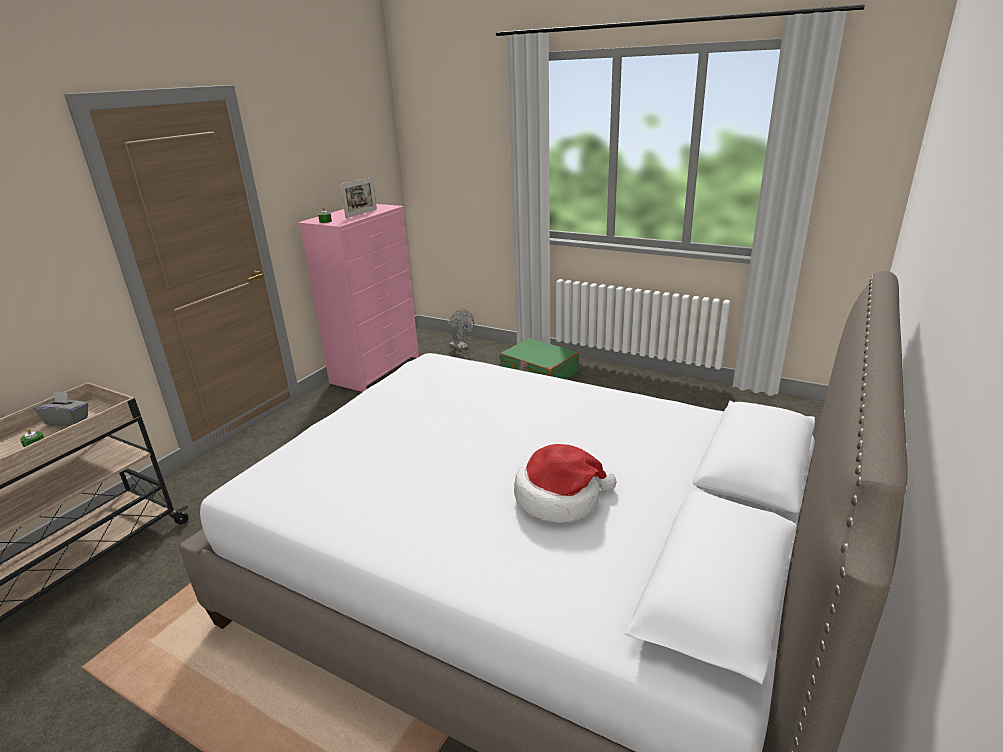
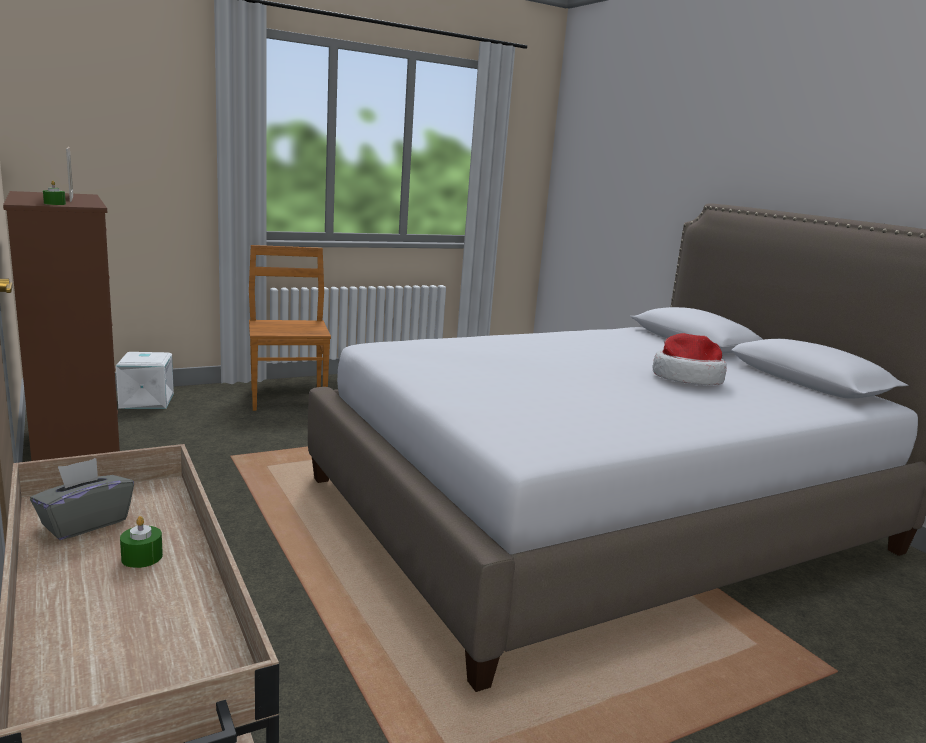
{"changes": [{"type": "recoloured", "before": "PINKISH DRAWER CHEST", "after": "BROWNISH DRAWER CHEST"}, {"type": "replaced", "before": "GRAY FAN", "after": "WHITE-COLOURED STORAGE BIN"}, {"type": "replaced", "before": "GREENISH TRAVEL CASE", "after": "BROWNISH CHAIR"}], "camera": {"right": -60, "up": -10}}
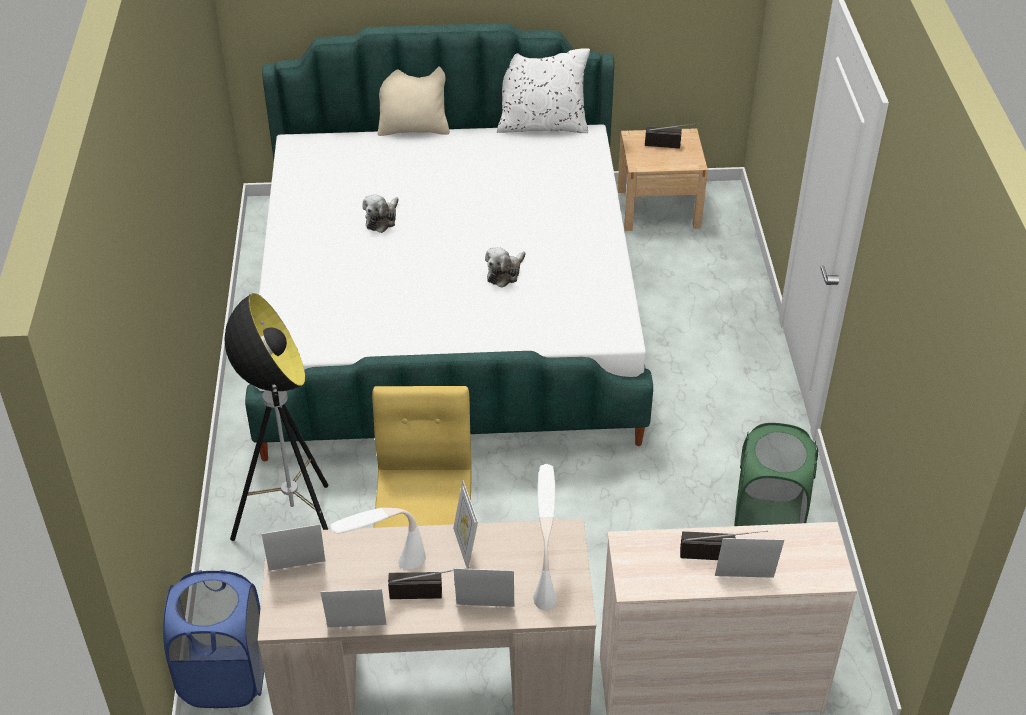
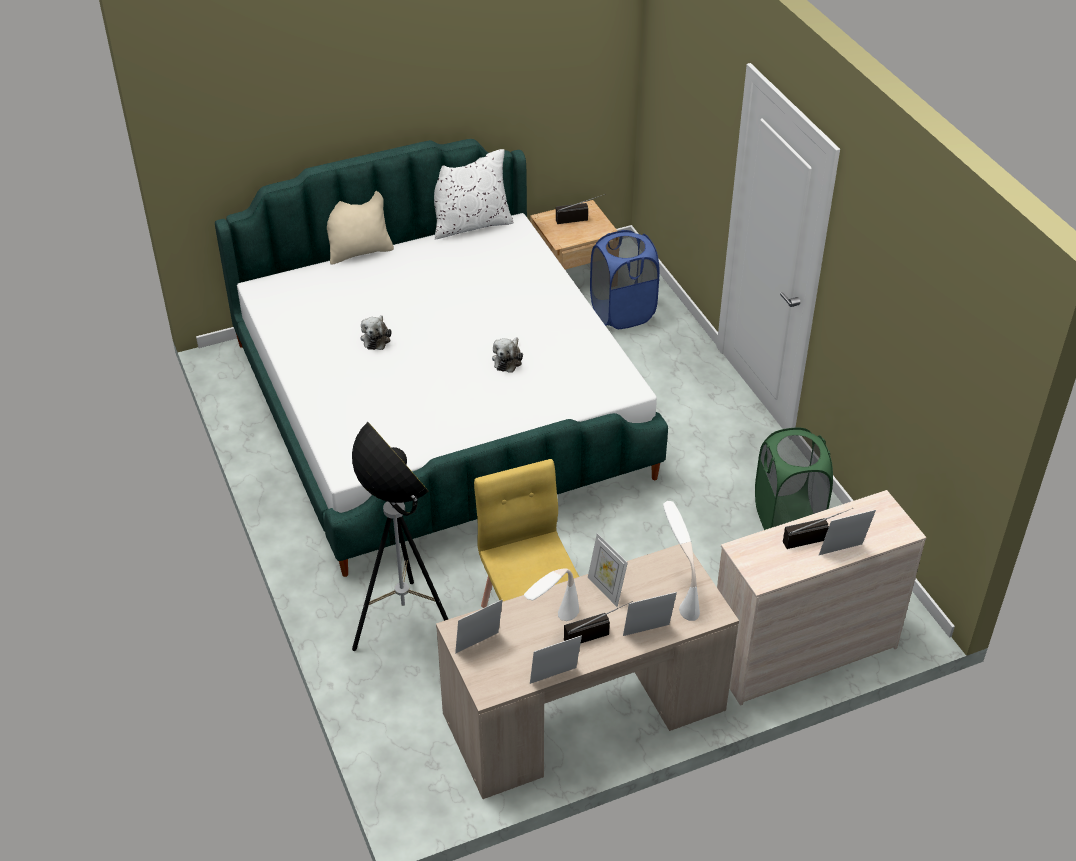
{"changes": [{"type": "moved", "before": "BLUE HAMPER"}], "camera": {"right": -20, "up": 0}}
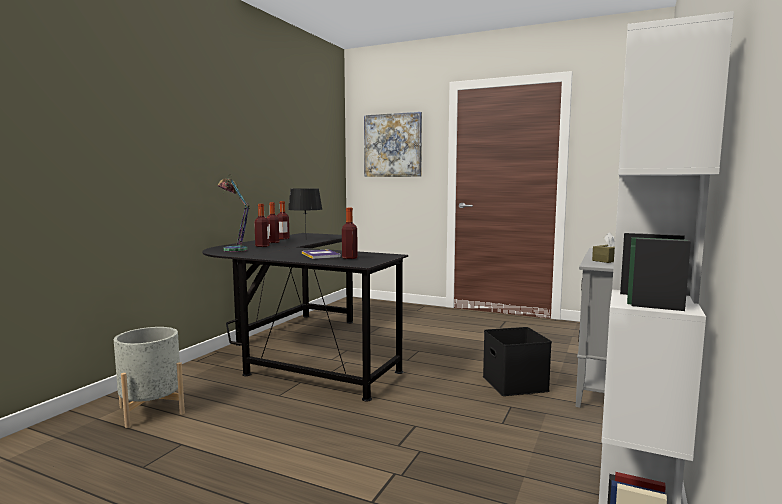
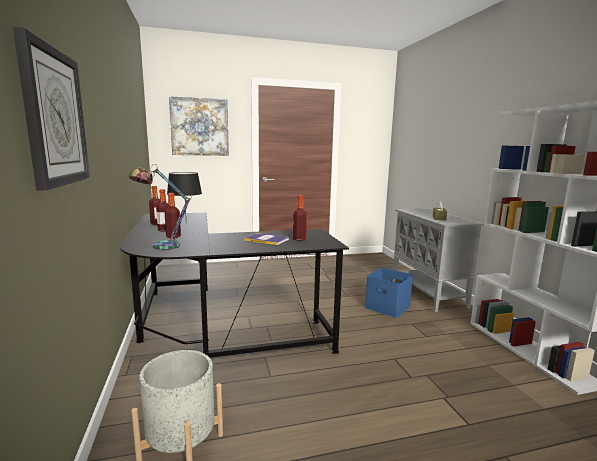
{"changes": [{"type": "recoloured", "before": "BLACK STORAGE BIN", "after": "BLUE STORAGE BIN"}, {"type": "added", "after": "CLOCK ON THE WALL"}], "camera": {"right": -40, "up": 5}}
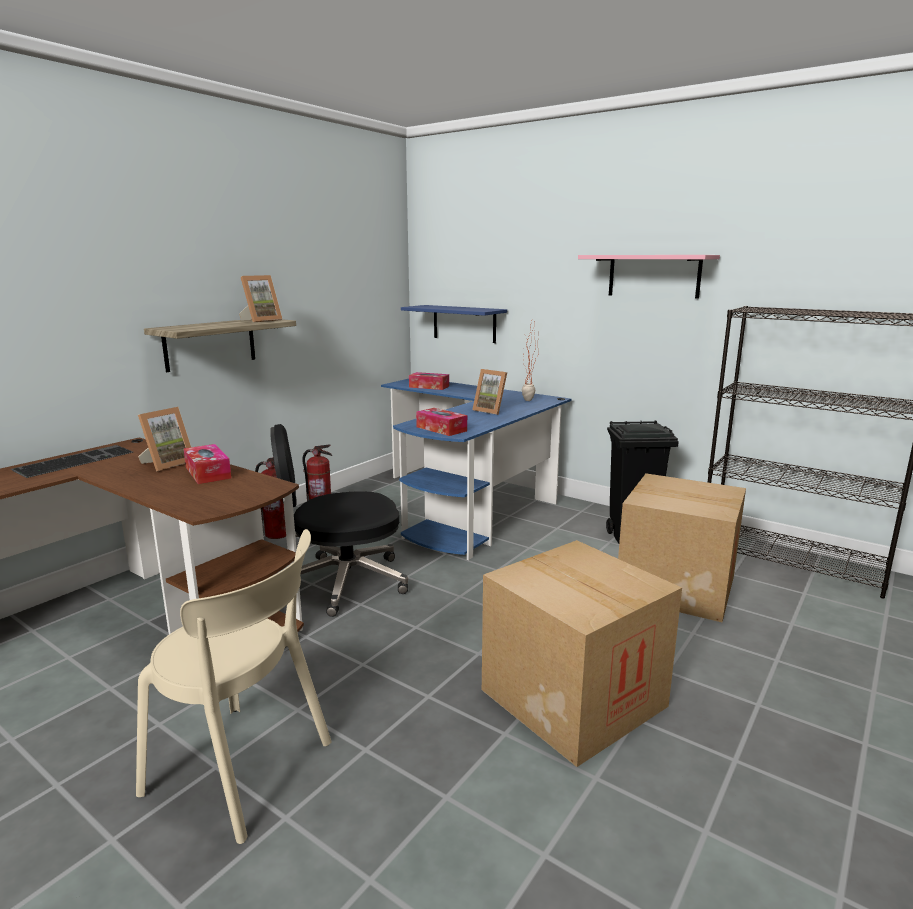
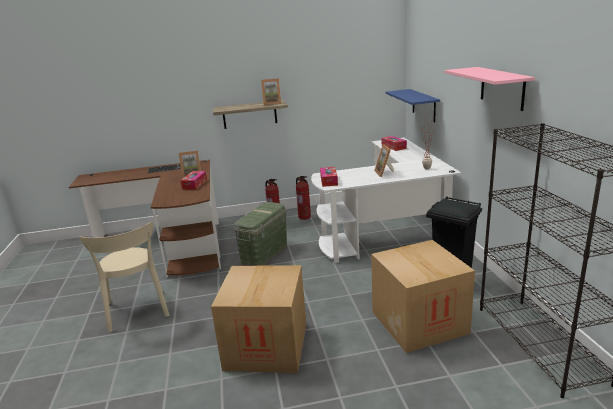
{"changes": [{"type": "recoloured", "before": "BLUE DESK UNIT", "after": "WHITE-COLOURED DESK UNIT"}, {"type": "replaced", "before": "BLACK DESK CHAIR", "after": "GREENISH STORAGE BIN"}], "camera": {"right": 45, "up": 5}}
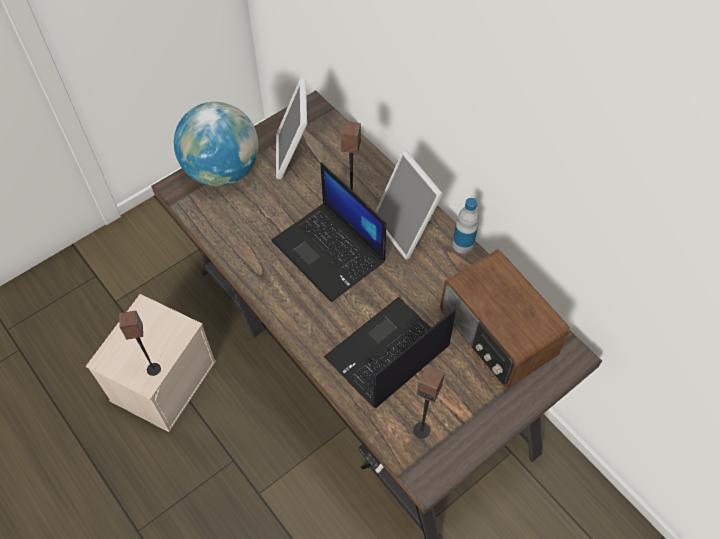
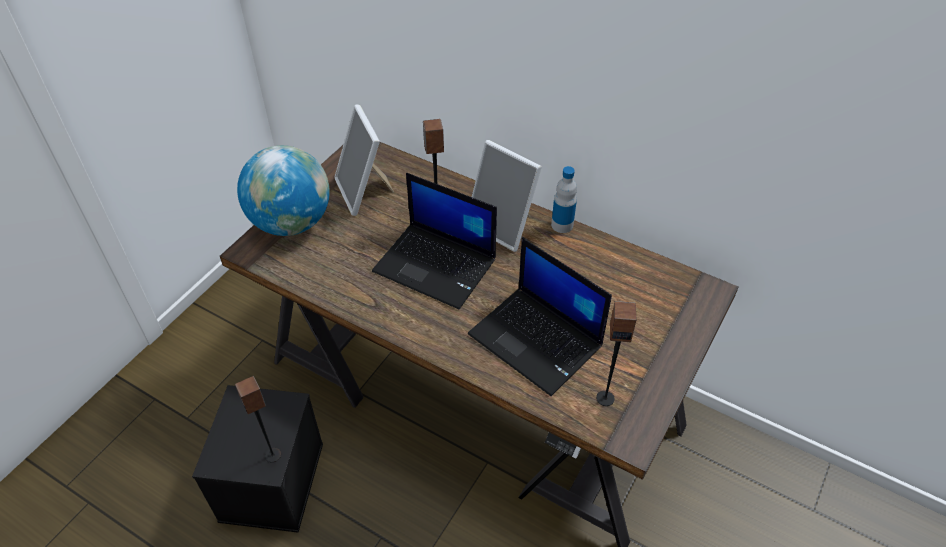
{"changes": [{"type": "removed", "before": "RADIO"}, {"type": "recoloured", "before": "SAND-COLOURED STORAGE BIN", "after": "BLACK STORAGE BIN"}, {"type": "turned", "before": "LAPTOP (2nd from left)", "turn": -75}], "camera": {"right": -20, "up": -10}}
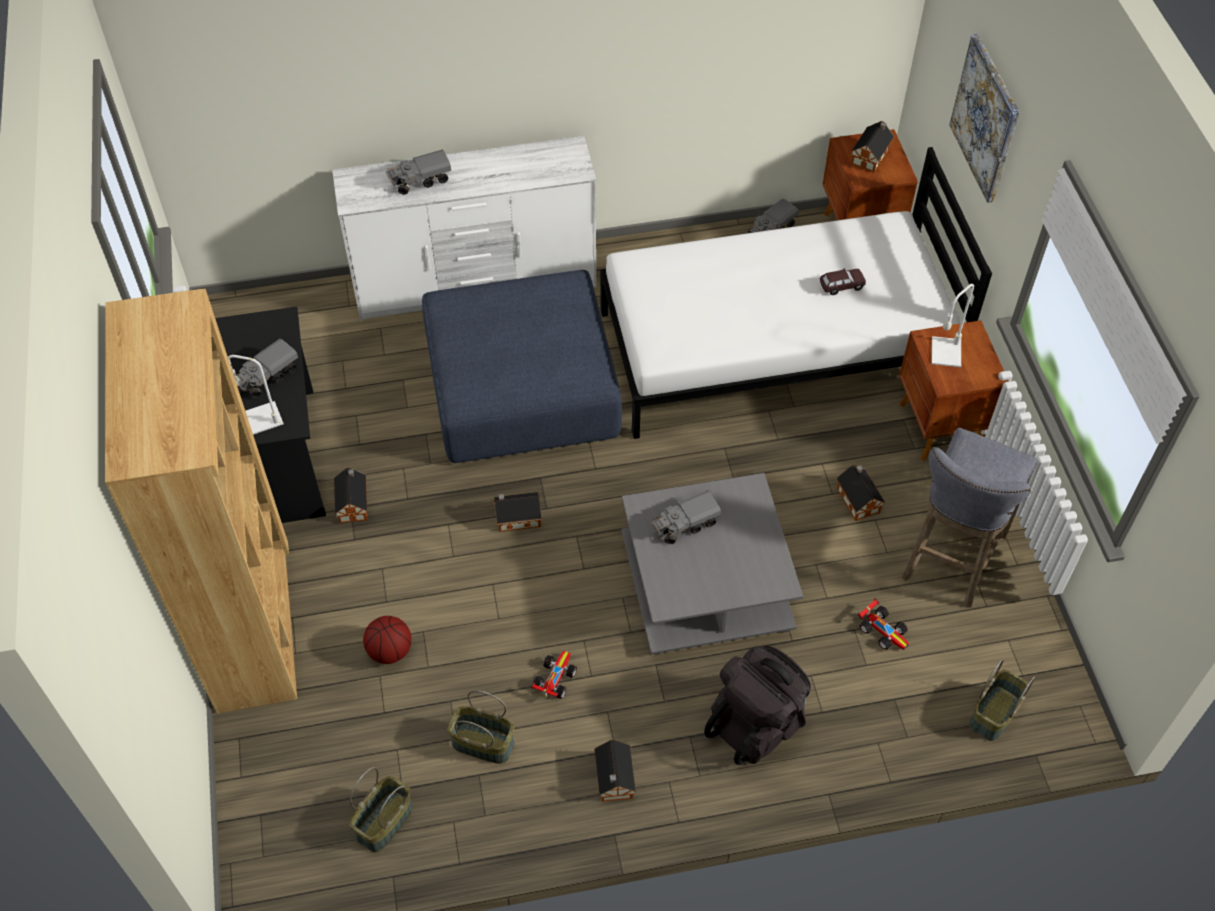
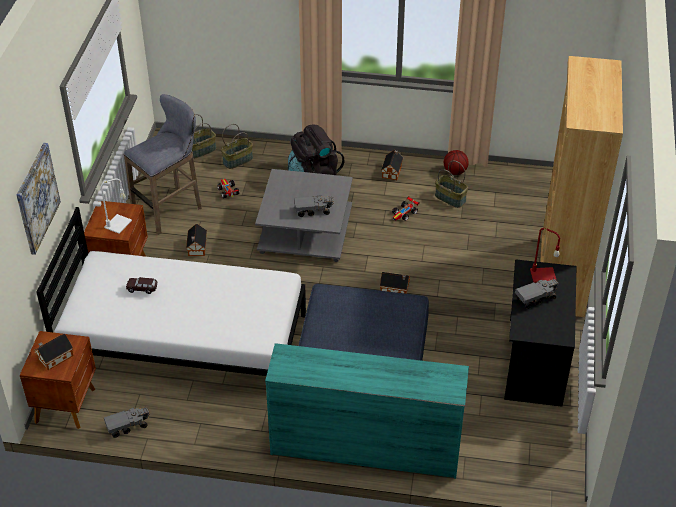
{"changes": [{"type": "recoloured", "before": "WHITE-COLOURED DRAWER CHEST", "after": "BLUE-GREEN DRAWER CHEST"}, {"type": "removed", "before": "MODEL TRUCK (2nd from left)"}, {"type": "recoloured", "before": "WHITE-COLOURED TABLE LAMP (1st from left)", "after": "RED TABLE LAMP"}, {"type": "removed", "before": "TOY HOUSE (1st from left)"}, {"type": "moved", "before": "BASKETBALL BALL"}, {"type": "moved", "before": "BASKET (1st from left in the first image)", "after": "BASKET (2nd from left)"}], "camera": {"right": -160, "up": -10}}
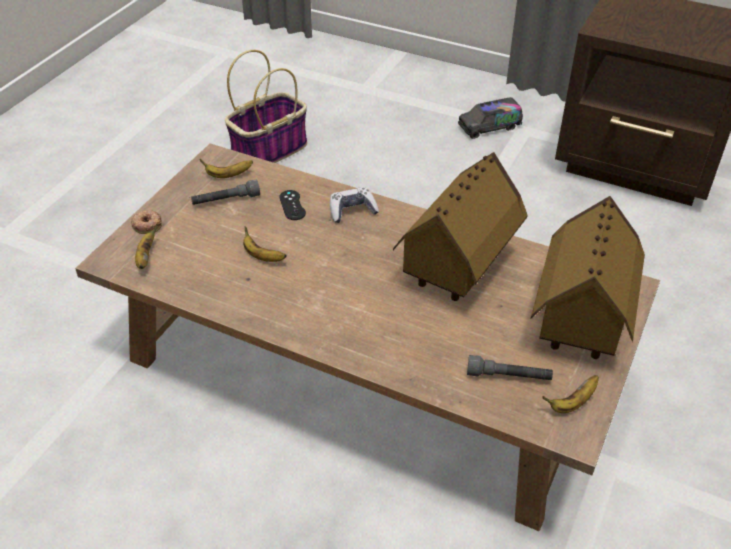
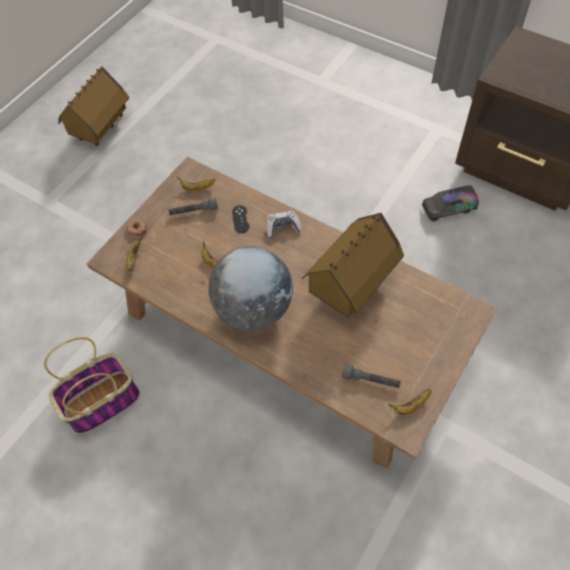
{"changes": [{"type": "moved", "before": "BASKET"}, {"type": "moved", "before": "MODEL TRUCK"}, {"type": "moved", "before": "TOY HOUSE (2nd from left in the first image)", "after": "TOY HOUSE (1st from left)"}, {"type": "added", "after": "WORLD GLOBE"}], "camera": {"right": 10, "up": 15}}
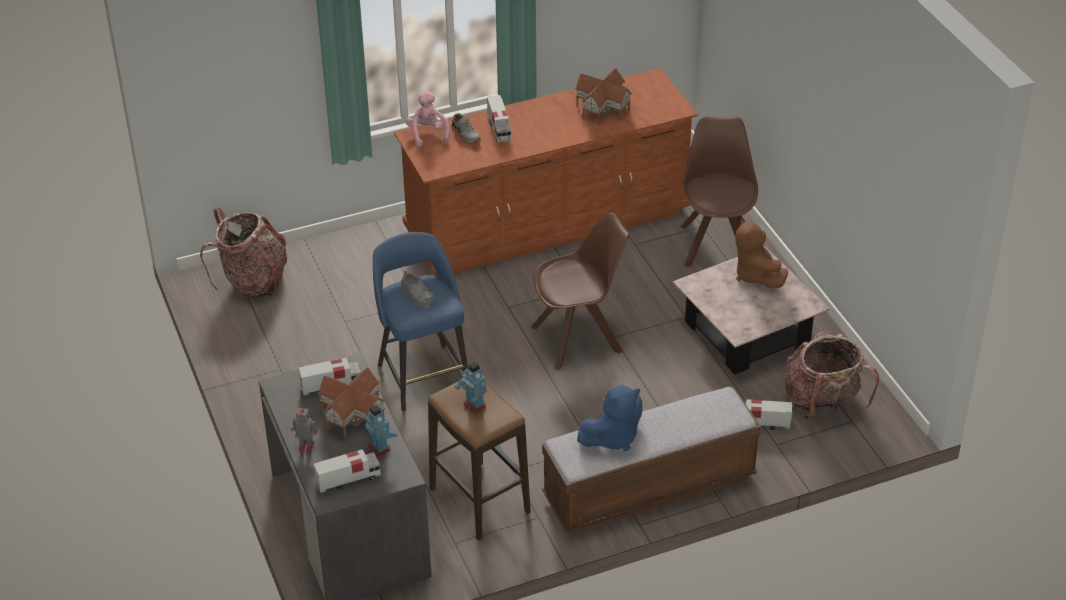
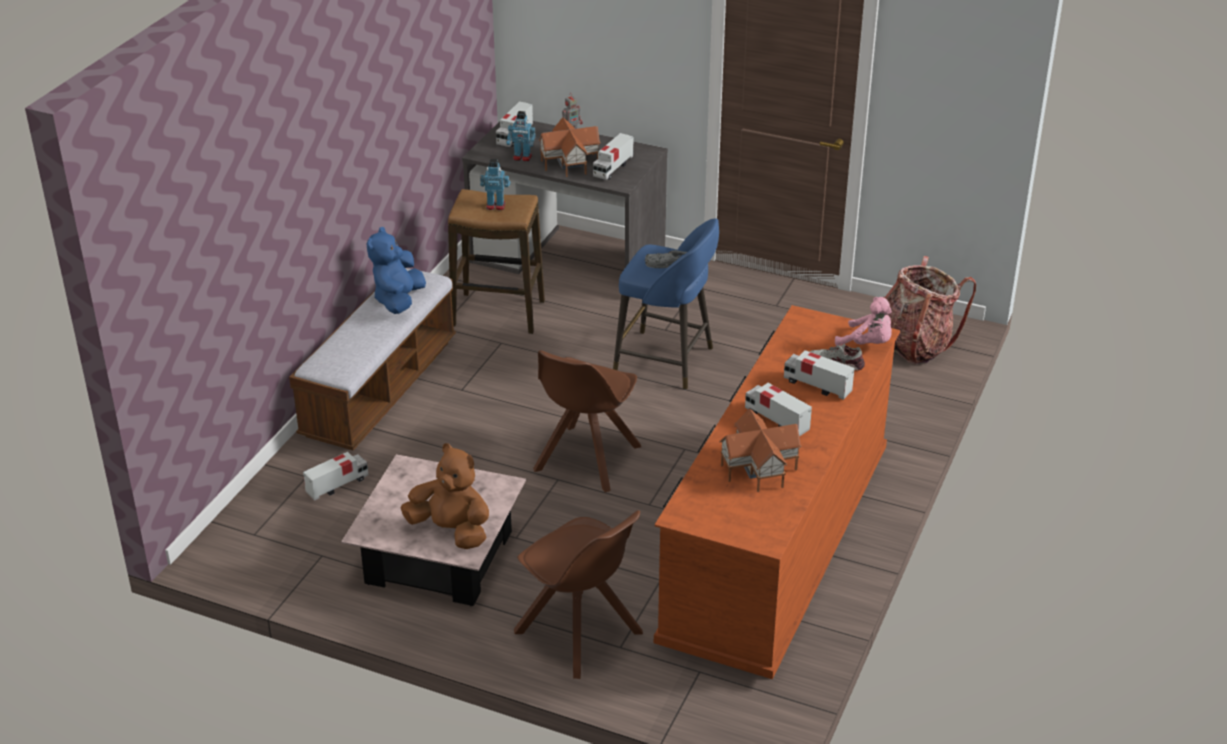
{"changes": [{"type": "removed", "before": "KNAPSACK (2nd from left)"}, {"type": "added", "after": "MODEL TRUCK (4th from left)"}], "camera": {"right": 135, "up": -5}}
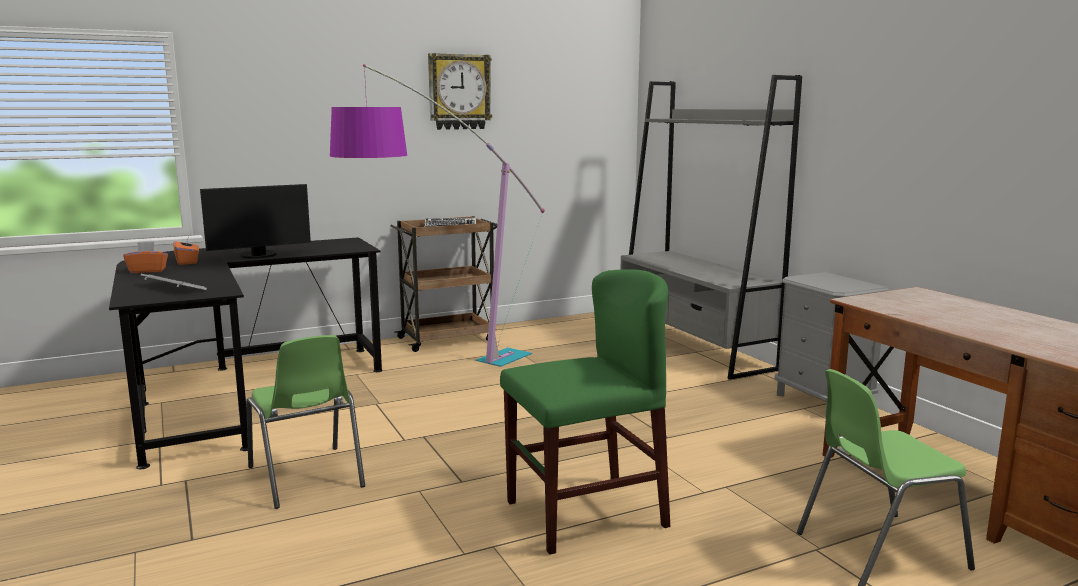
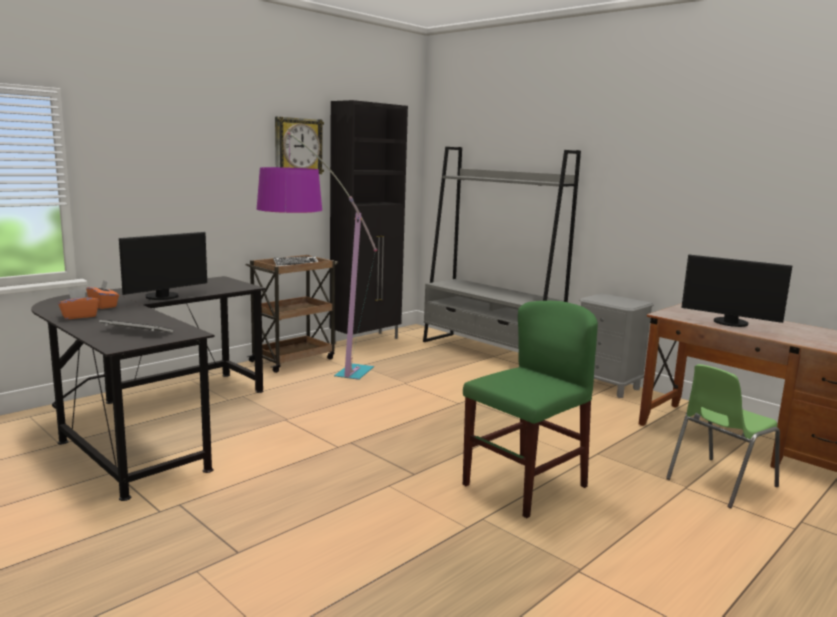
{"changes": [{"type": "removed", "before": "GREENISH CHAIR (1st from left)"}, {"type": "added", "after": "BLACK STORAGE CABINET"}, {"type": "added", "after": "COMPUTER SCREEN (2nd from left)"}], "camera": {"right": -20, "up": 0}}
